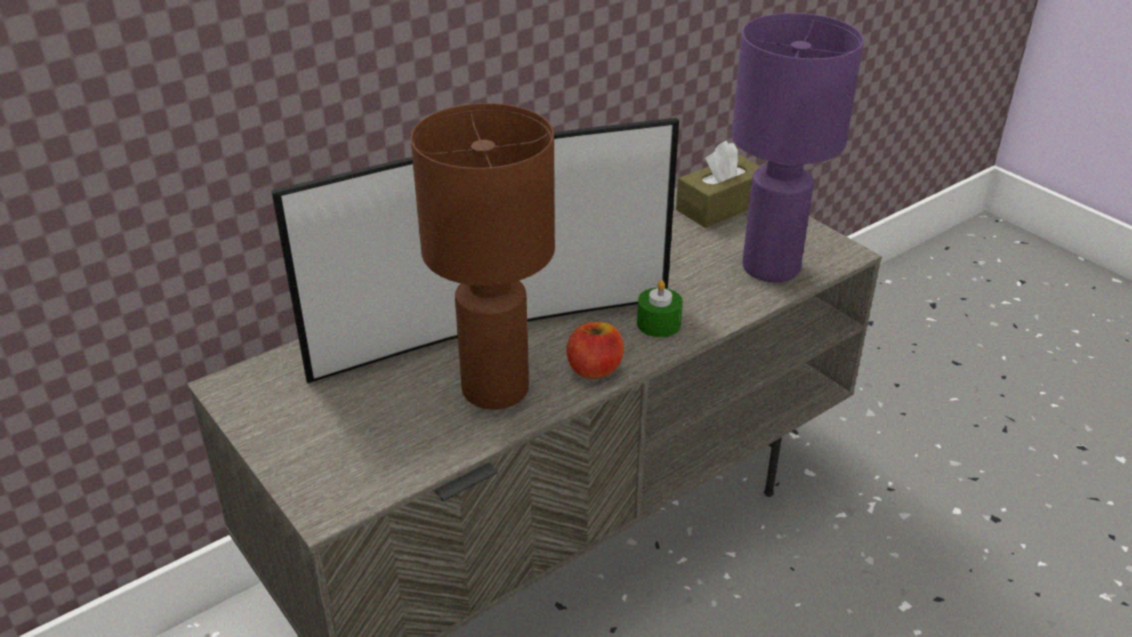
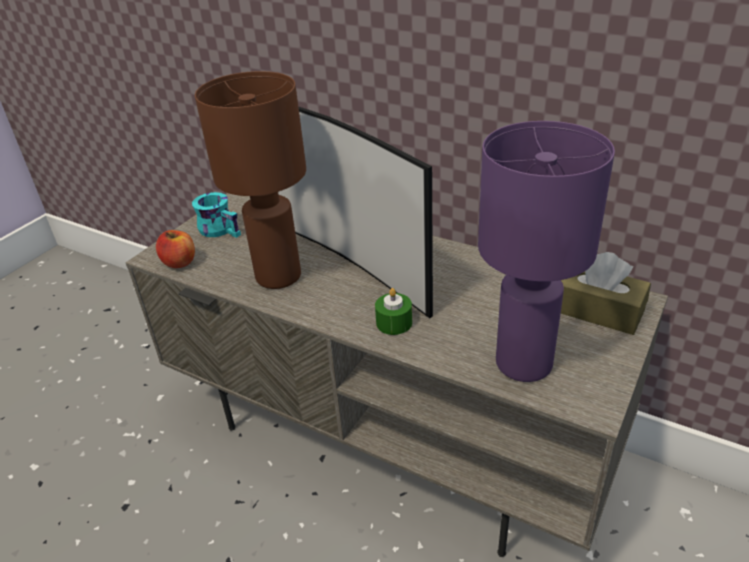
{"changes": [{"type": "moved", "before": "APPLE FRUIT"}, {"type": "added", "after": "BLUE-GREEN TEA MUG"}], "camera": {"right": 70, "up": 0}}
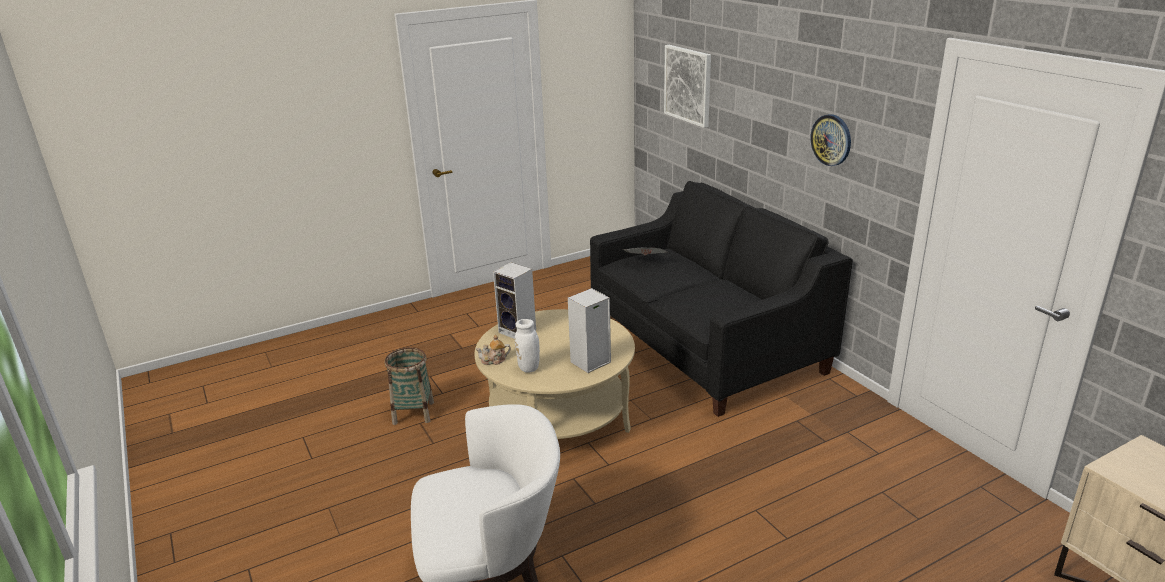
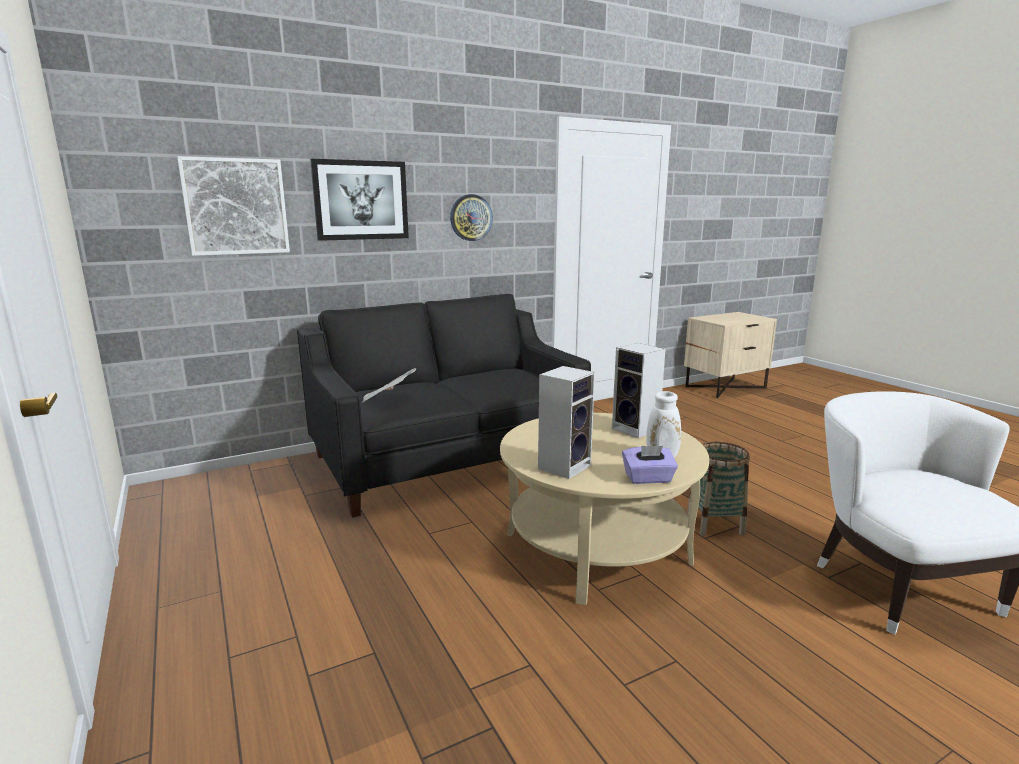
{"changes": [{"type": "replaced", "before": "TEA POT", "after": "PURPLISH BOX OF TISSUES"}, {"type": "moved", "before": "BASKET"}, {"type": "added", "after": "WALL ART (2nd from left)"}], "camera": {"right": -90, "up": -10}}
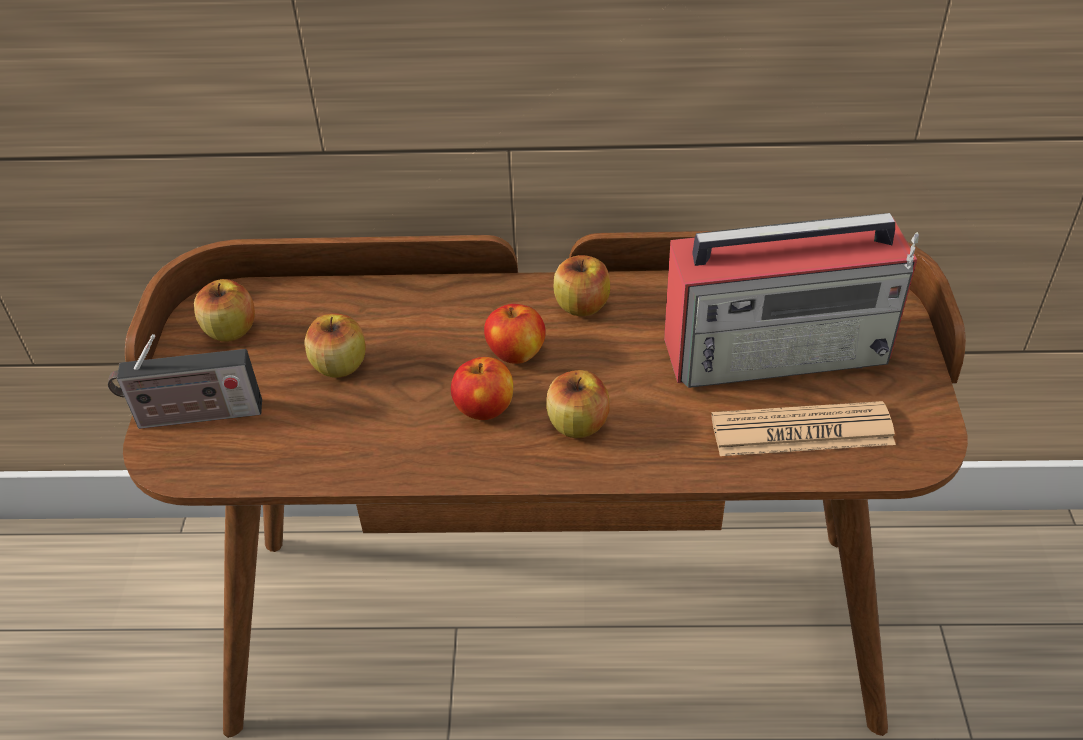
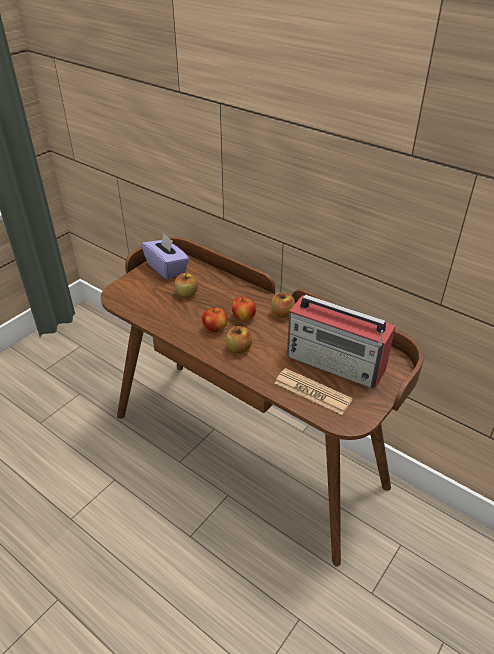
{"changes": [{"type": "replaced", "before": "APPLE FRUIT (1st from left)", "after": "PURPLISH BOX OF TISSUES"}, {"type": "removed", "before": "RADIO (1st from left)"}], "camera": {"right": 35, "up": -5}}
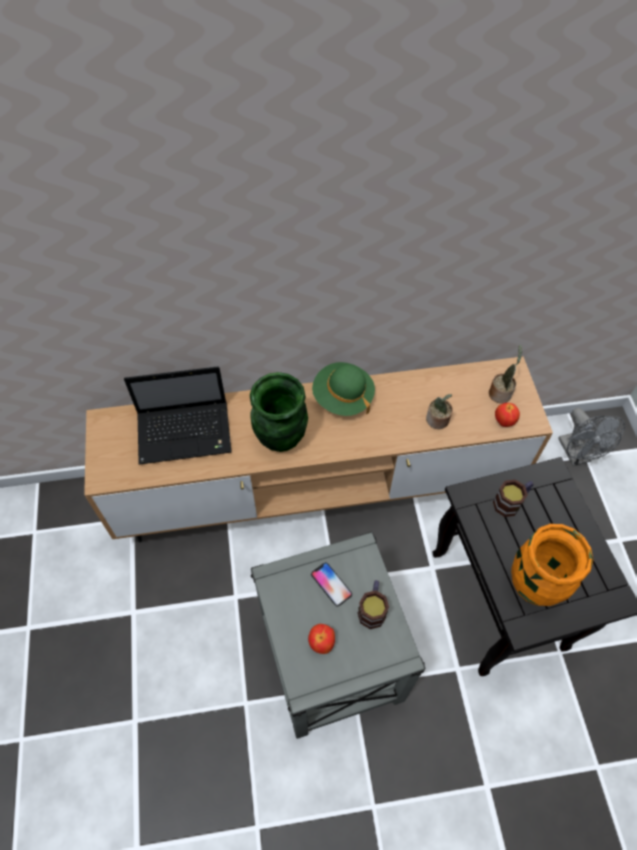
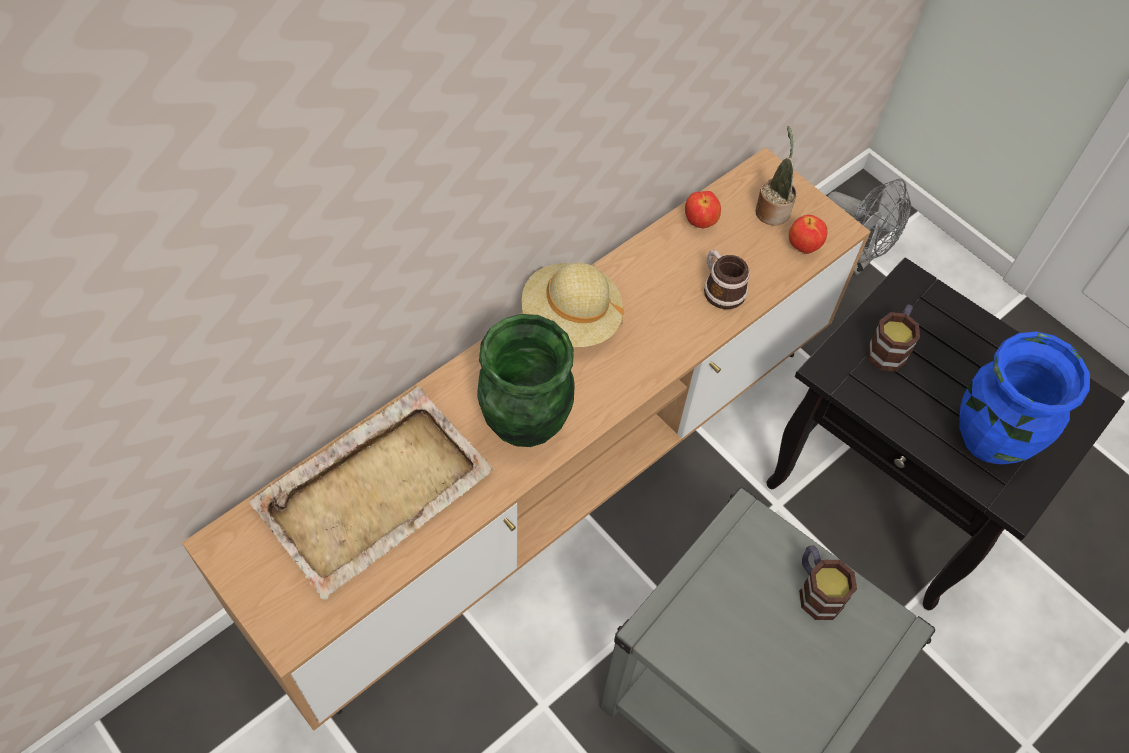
{"changes": [{"type": "recoloured", "before": "GREENISH WEARABLE HAT", "after": "SAND-COLOURED WEARABLE HAT"}, {"type": "replaced", "before": "LAPTOP", "after": "SAND-COLOURED CARRYING TRAY"}, {"type": "replaced", "before": "PLANT IN A POT (1st from left)", "after": "TEA MUG (1st from left)"}, {"type": "recoloured", "before": "ORANGE-COLOURED DECORATIVE VASE", "after": "BLUE DECORATIVE VASE"}, {"type": "removed", "before": "PHONE"}, {"type": "moved", "before": "APPLE FRUIT (1st from left)"}], "camera": {"right": -35, "up": 0}}
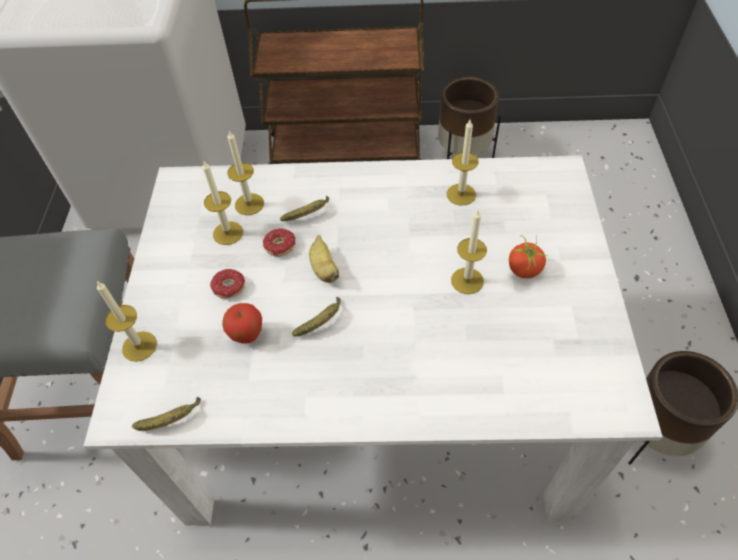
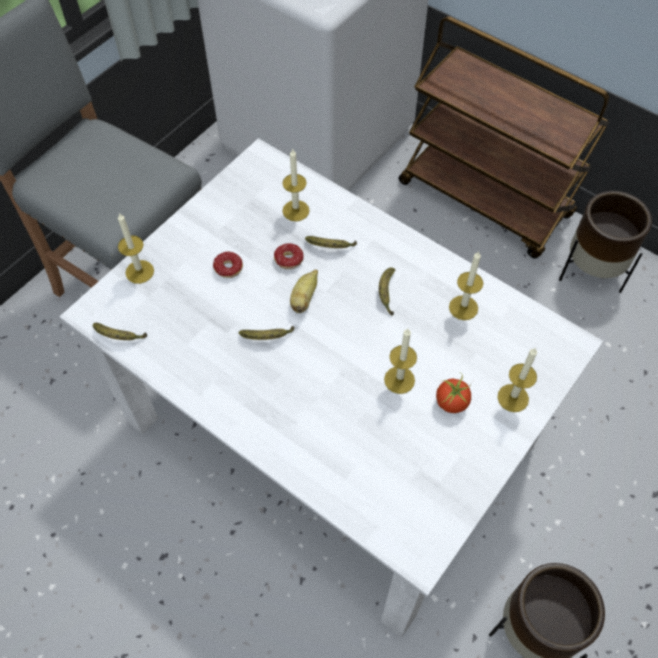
{"changes": [{"type": "moved", "before": "WAX CANDLE (2nd from left in the first image)", "after": "WAX CANDLE (5th from left)"}, {"type": "removed", "before": "APPLE FRUIT"}, {"type": "added", "after": "BANANA (5th from left)"}], "camera": {"right": 35, "up": 5}}
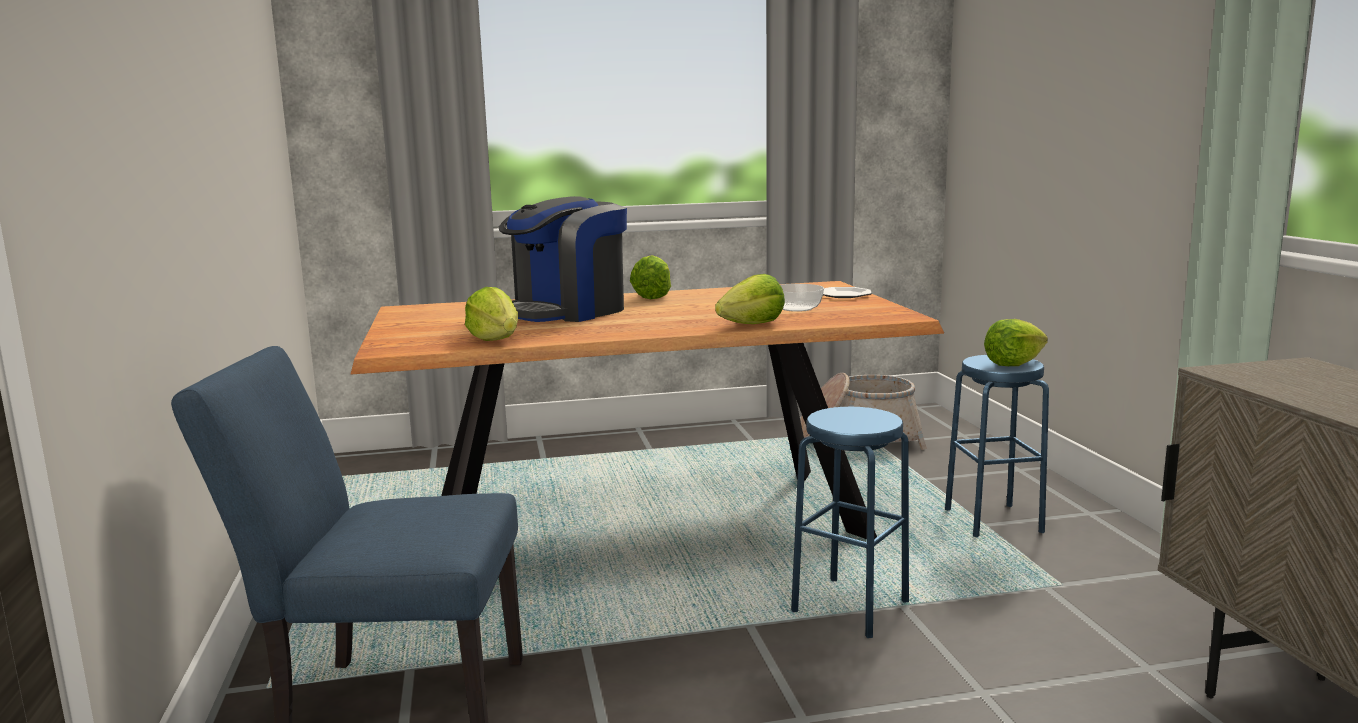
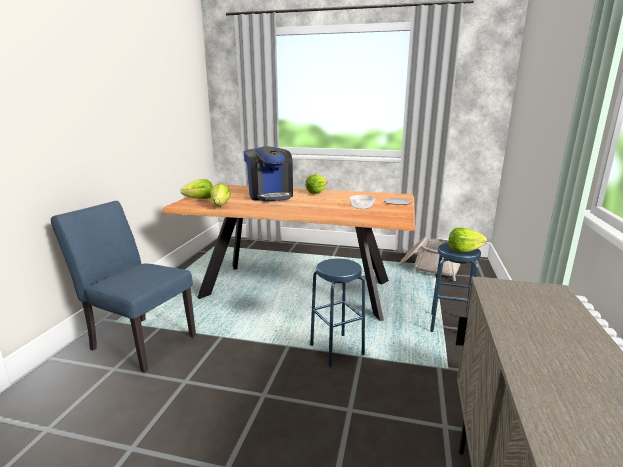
{"changes": [{"type": "turned", "before": "COFFEE MAKER", "turn": -90}, {"type": "moved", "before": "HEAD OF LETTUCE (3rd from left in the first image)", "after": "HEAD OF LETTUCE (1st from left)"}], "camera": {"right": 25, "up": 5}}
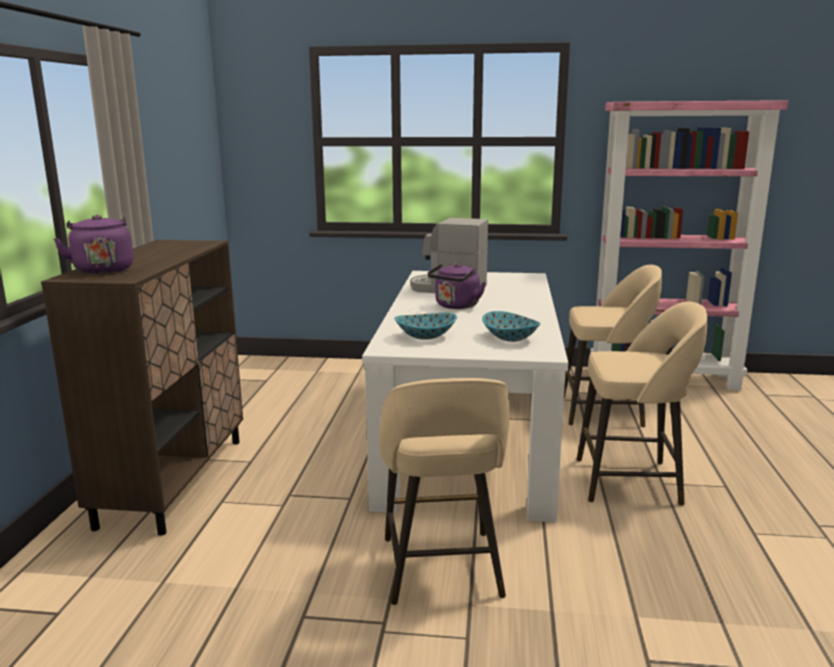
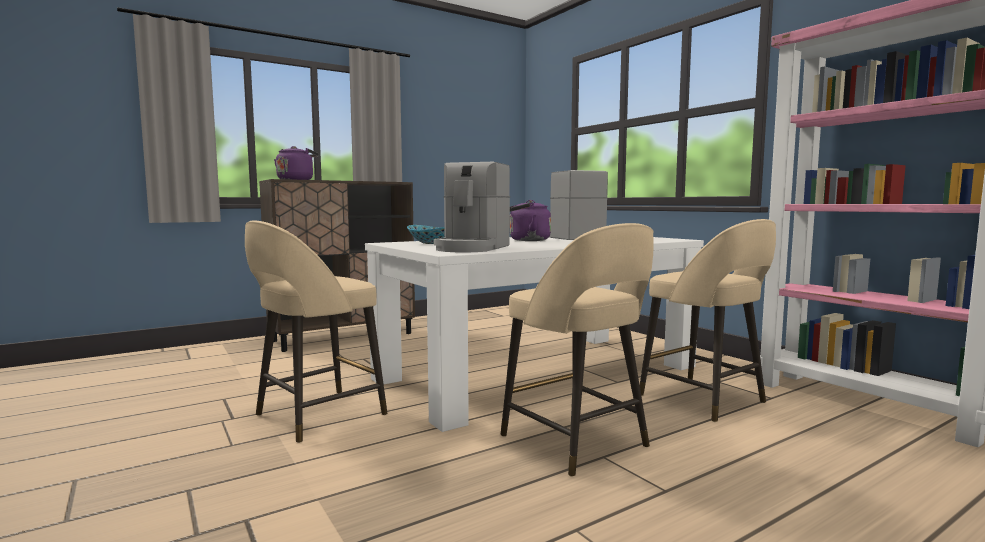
{"changes": [{"type": "replaced", "before": "SERVING BOWL (2nd from left)", "after": "COFFEE MAKER (1st from left)"}], "camera": {"right": 50, "up": -10}}
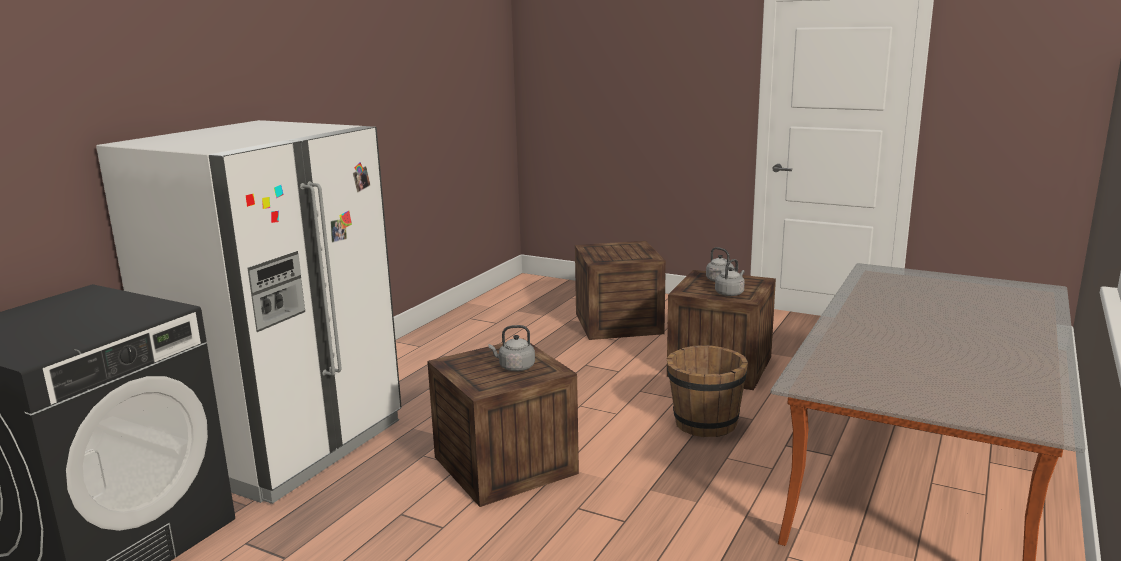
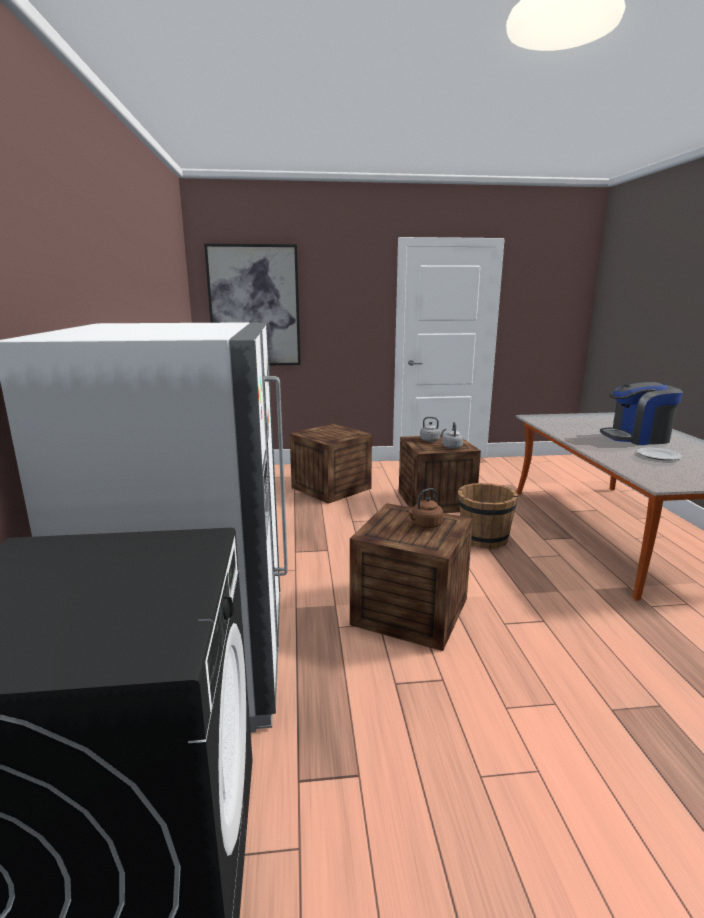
{"changes": [{"type": "recoloured", "before": "GRAY KETTLE (1st from left)", "after": "BROWNISH KETTLE"}, {"type": "added", "after": "WALL ART"}, {"type": "added", "after": "COFFEE MAKER"}, {"type": "added", "after": "FLAT DISH"}], "camera": {"right": -35, "up": 0}}
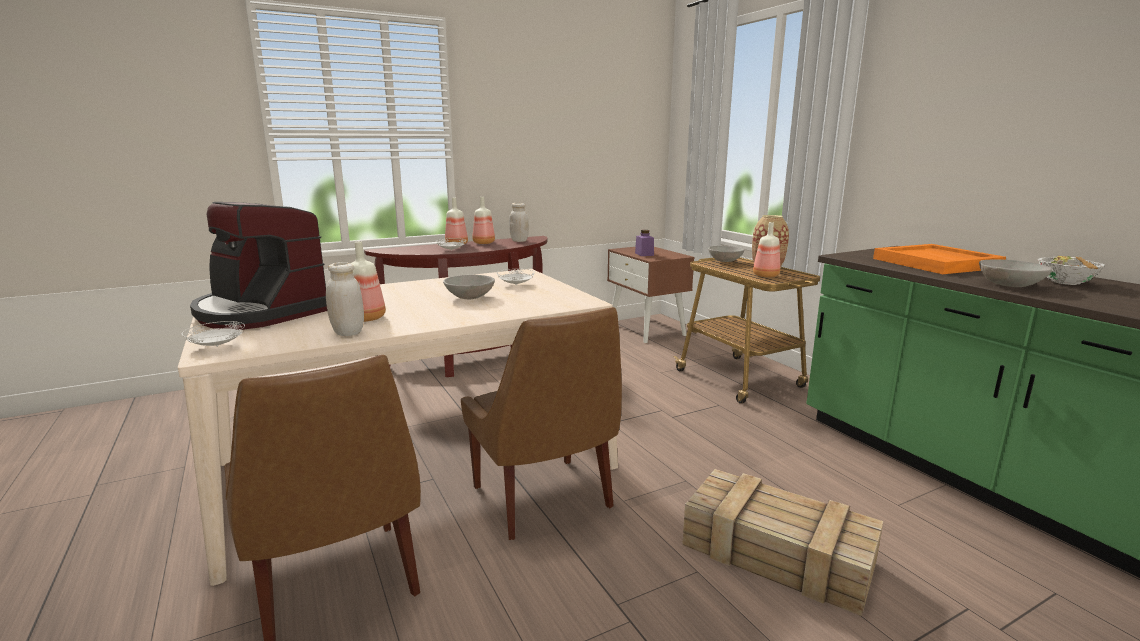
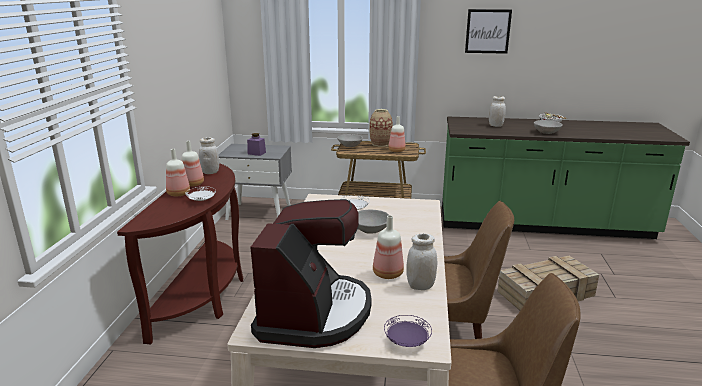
{"changes": [{"type": "turned", "before": "COFFEE MAKER", "turn": -60}, {"type": "replaced", "before": "ORANGE-COLOURED CARRYING TRAY", "after": "WHITE-COLOURED PRESERVE JAR (3rd from left)"}, {"type": "recoloured", "before": "BROWNISH NIGHT TABLE", "after": "GRAY NIGHT TABLE"}, {"type": "recoloured", "before": "WHITE-COLOURED FLAT DISH (1st from left)", "after": "PURPLISH FLAT DISH"}, {"type": "added", "after": "WALL ART"}], "camera": {"right": -55, "up": 5}}
